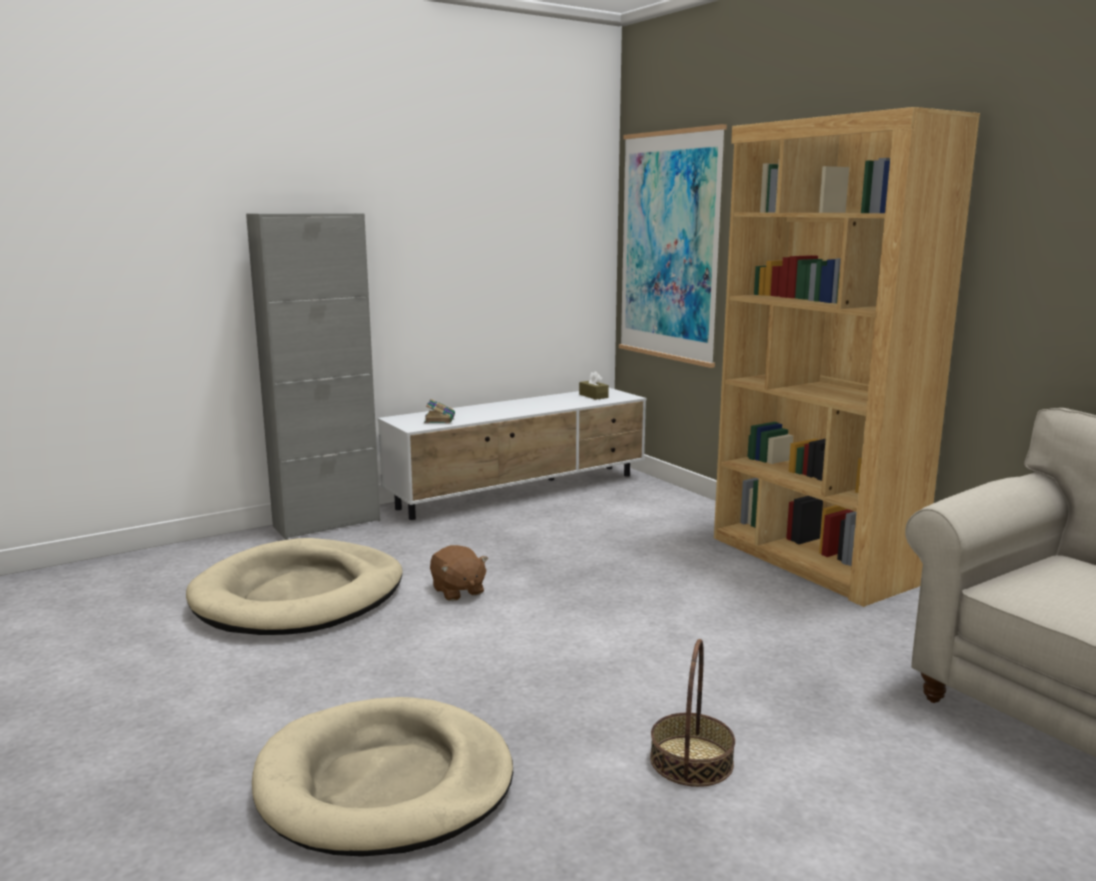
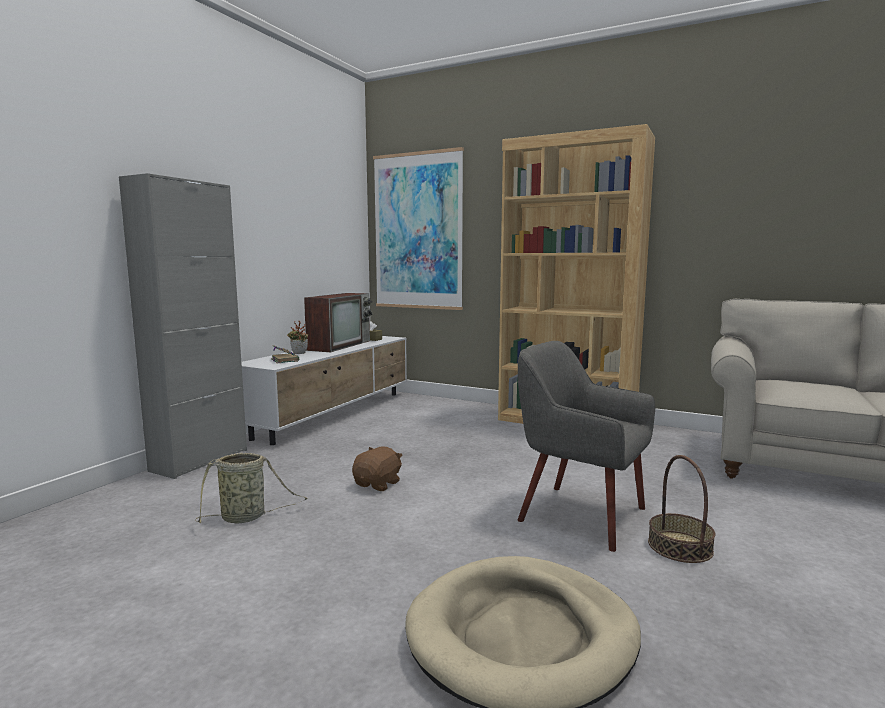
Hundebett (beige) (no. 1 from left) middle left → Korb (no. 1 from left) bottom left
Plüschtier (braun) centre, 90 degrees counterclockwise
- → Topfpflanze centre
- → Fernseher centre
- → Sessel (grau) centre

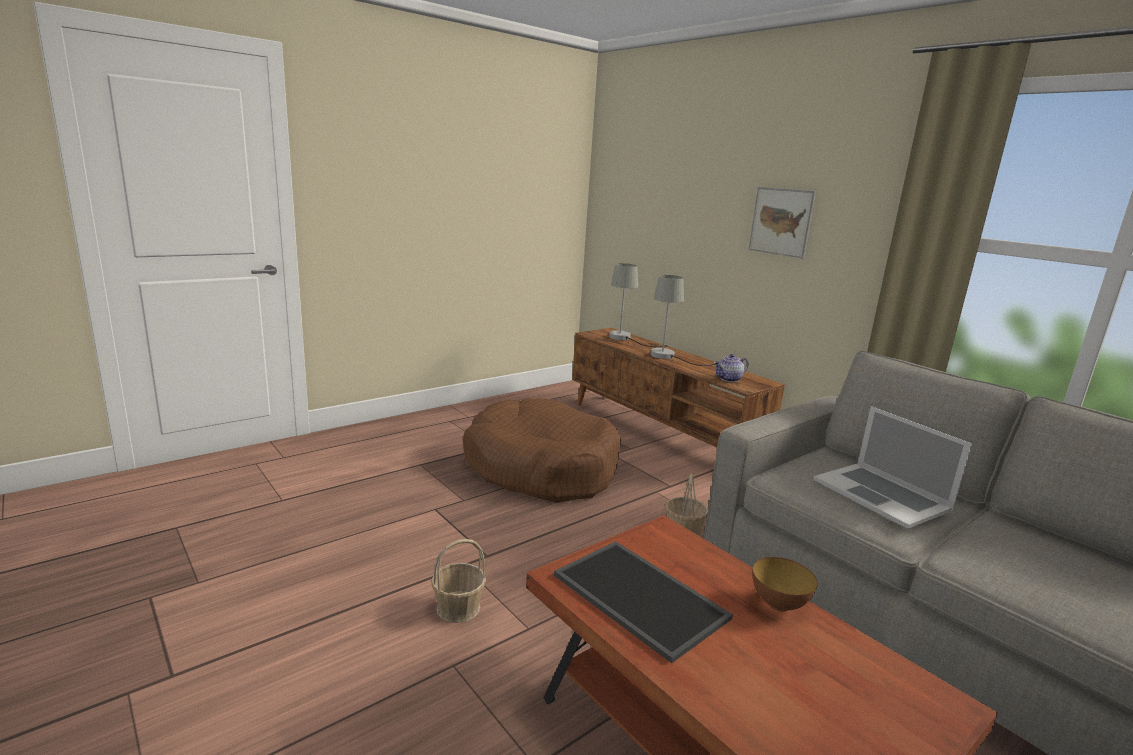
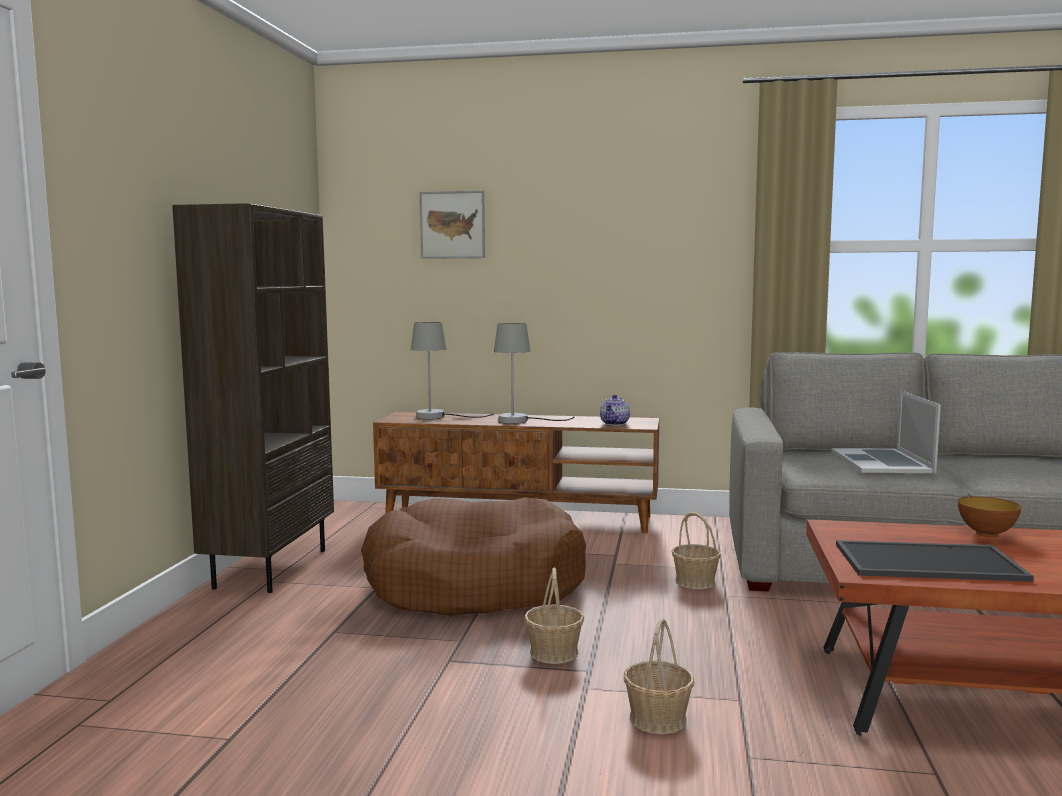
Bild top right → Bild top centre, relocated
Laptop middle right, 75 degrees clockwise
- → Bücherregal (braun) middle left
- → Korb (no. 1 from left) bottom centre

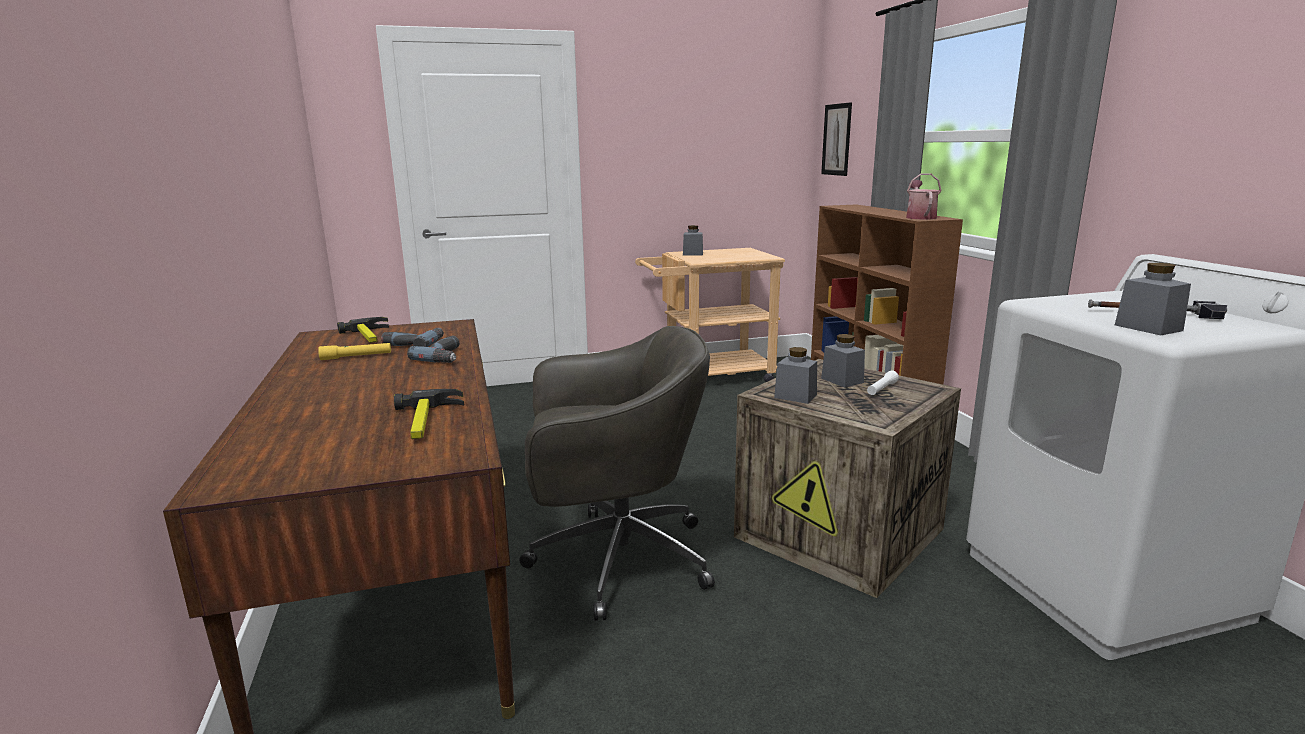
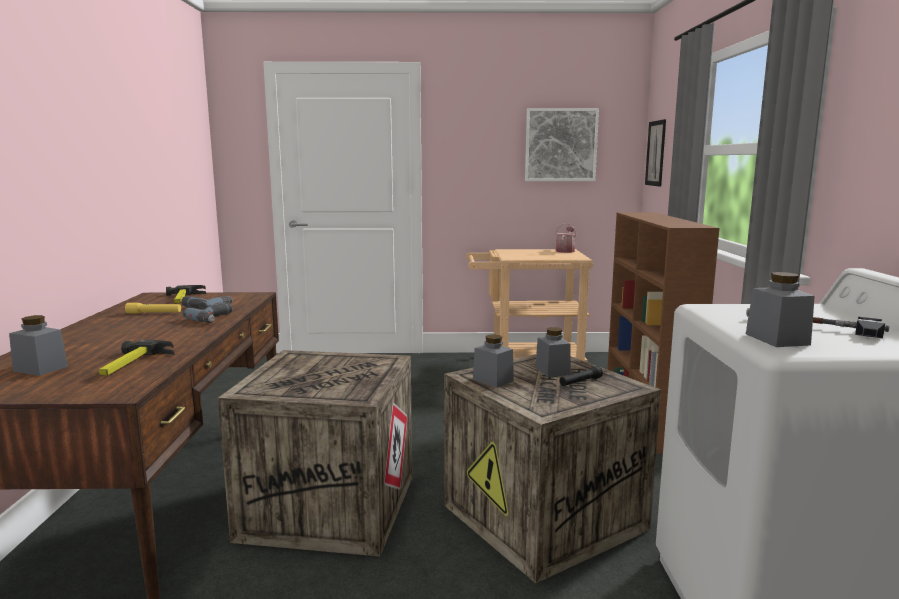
Bürostuhl (grau) centre → Kiste (no. 1 from left) bottom centre
Vorratsglas (grau) (no. 1 from left) top centre → Vorratsglas (grau) (no. 1 from left) middle left, relocated
Taschenlampe (weiß) middle right → Taschenlampe (schwarz) centre
Gießkanne top right → Gießkanne centre, relocated
- → Bild (no. 1 from left) top centre

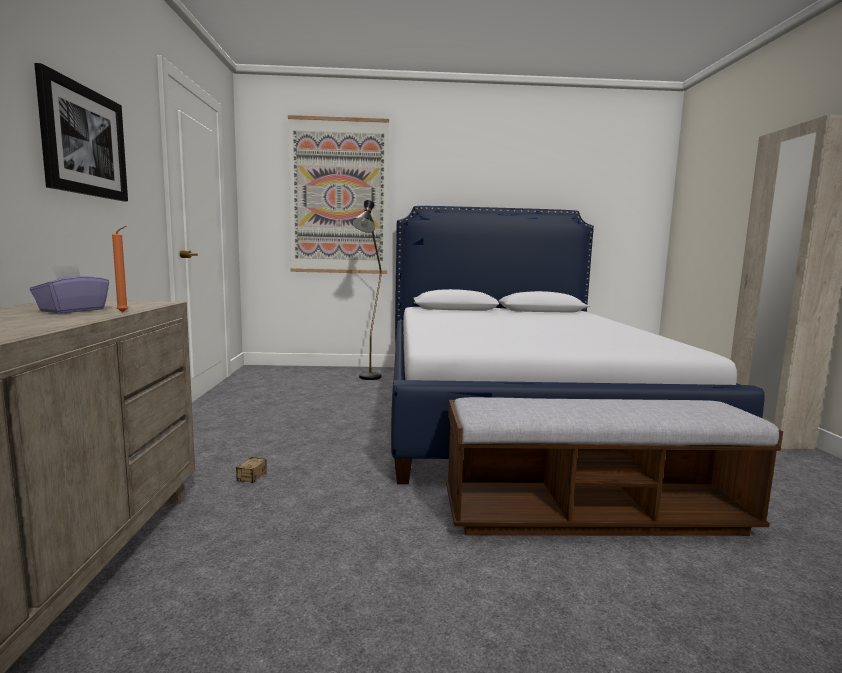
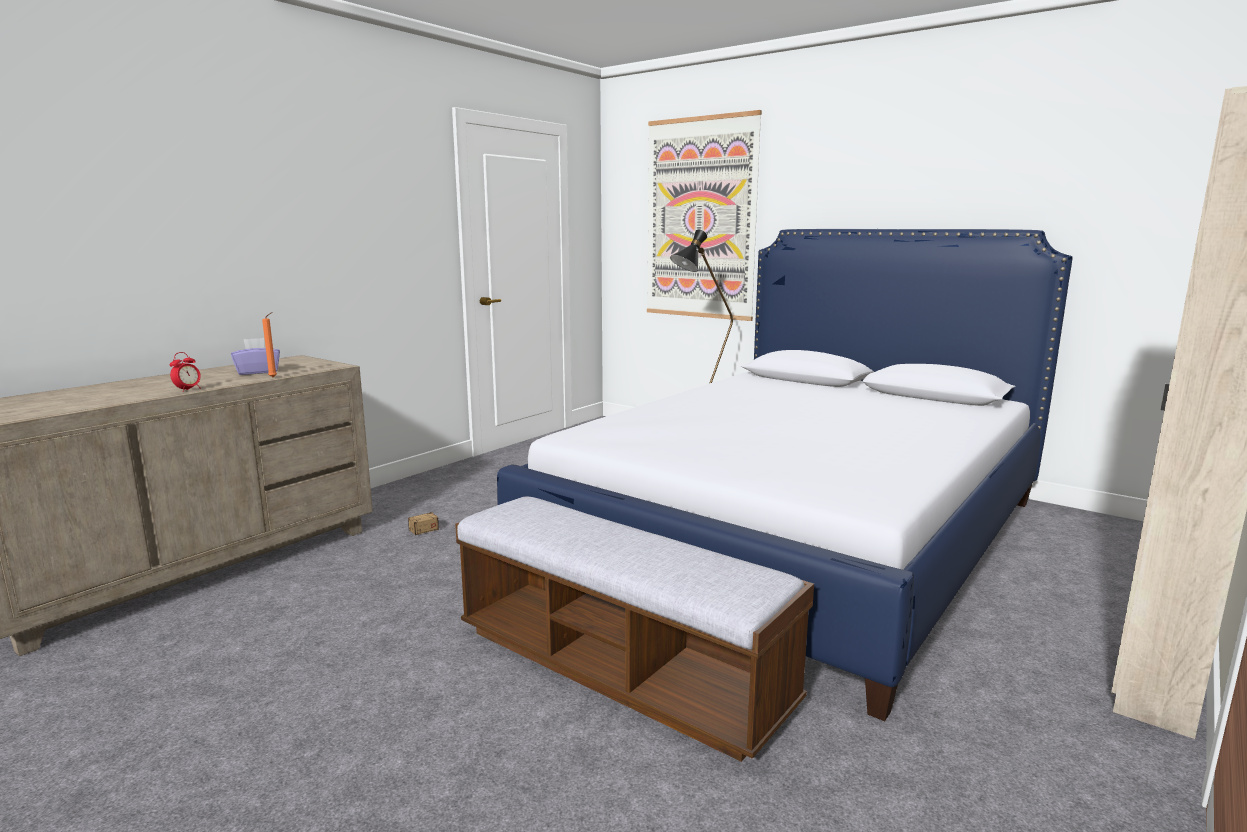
Bild (no. 1 from left) top left → -
- → Wecker middle left

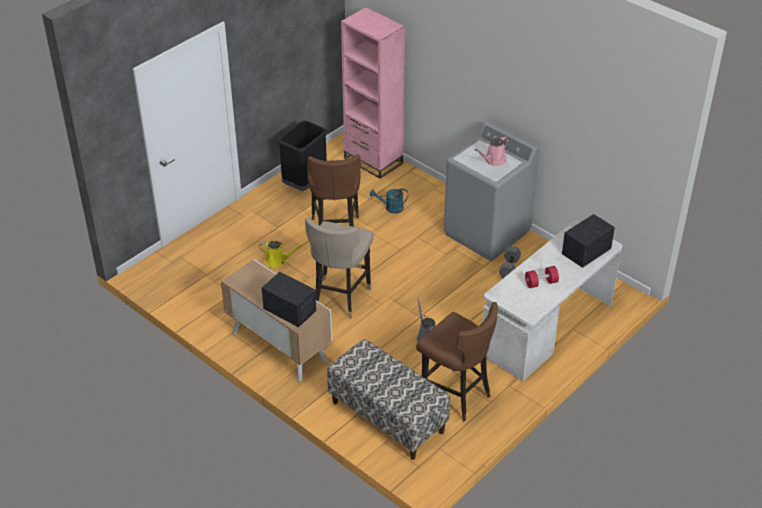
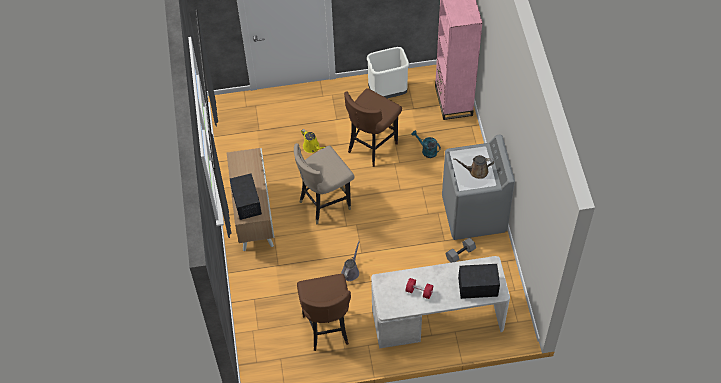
Mülleimer (schwarz) top centre → Mülleimer (weiß) top centre
Bank bottom centre → -
Gießkanne (rosa) top centre → Gießkanne (braun) centre

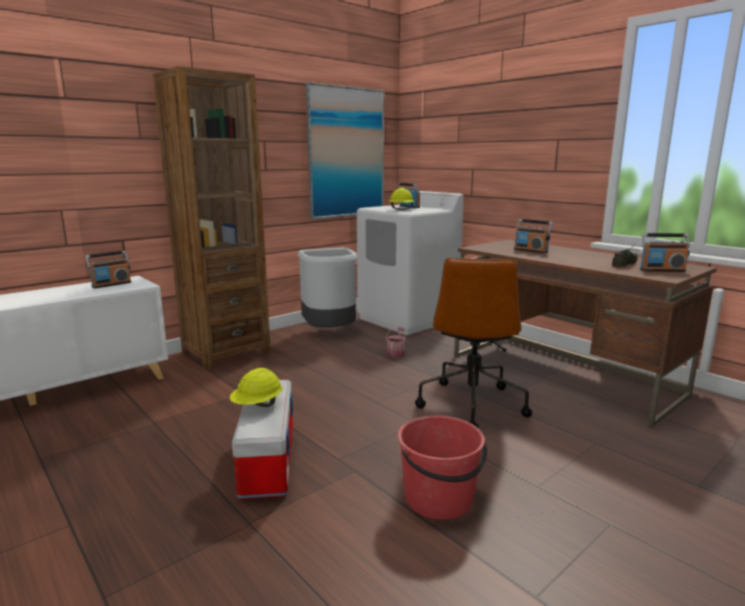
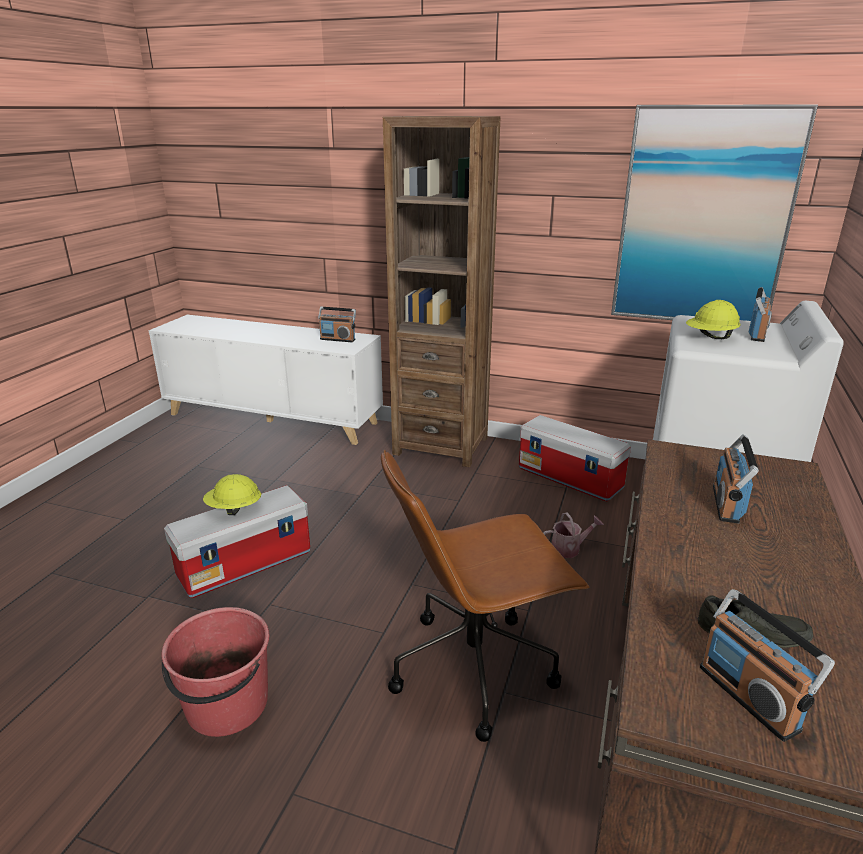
Mülleimer (grau) centre → Aufbewahrungsbox (no. 2 from left) centre

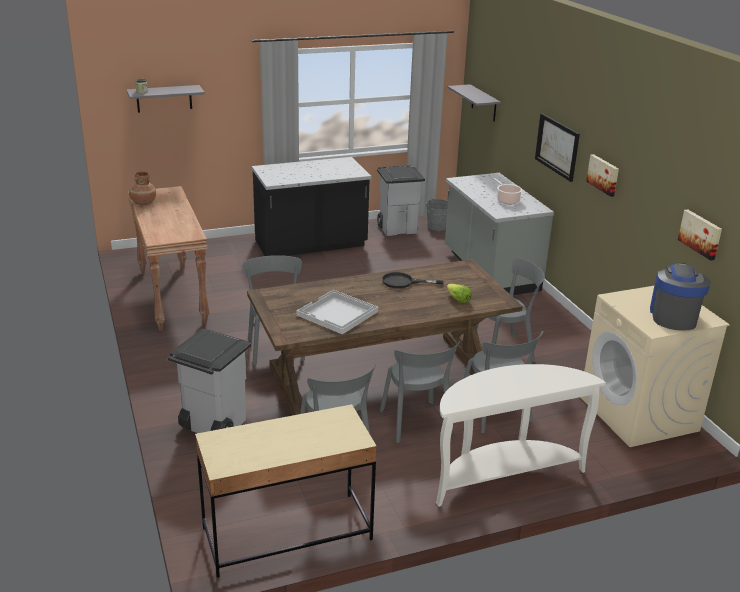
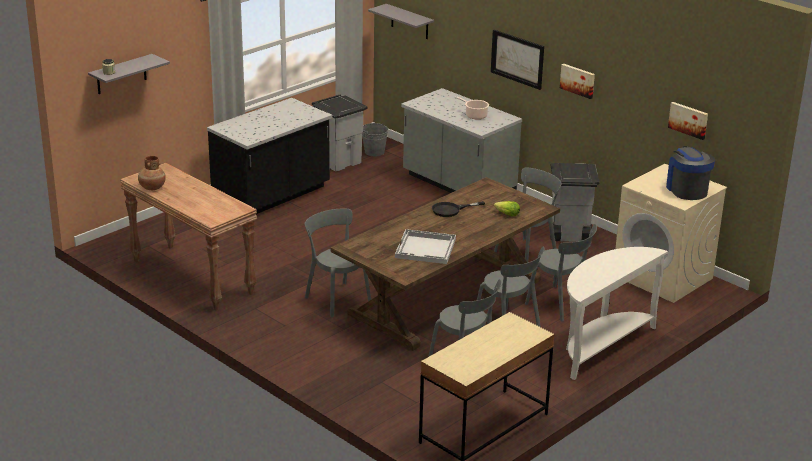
Mülleimer (grau) (no. 1 from left in the first image) middle left → Mülleimer (grau) (no. 2 from left) middle right, relocated

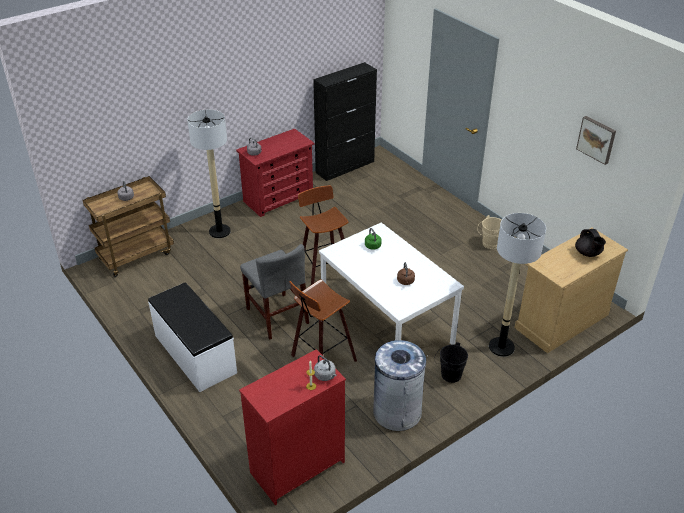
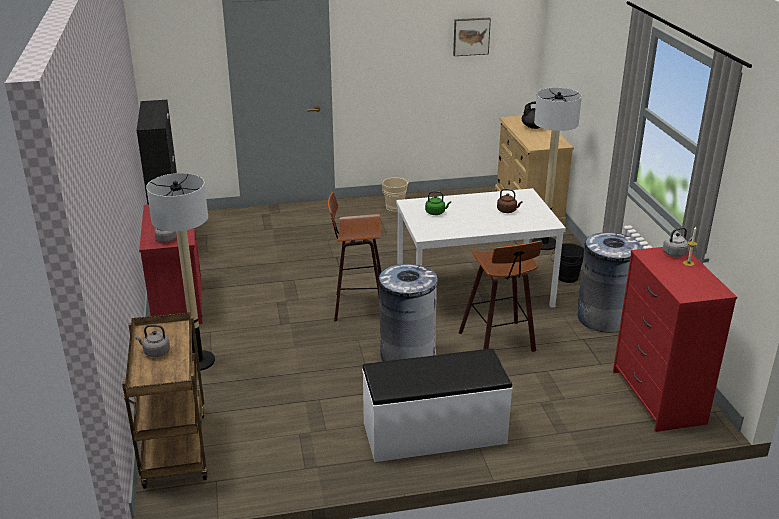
Stuhl (grau) centre → Mülleimer (grau) (no. 1 from left) centre

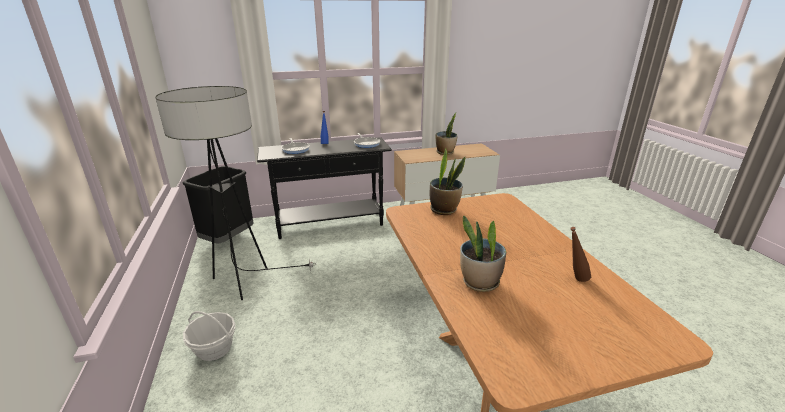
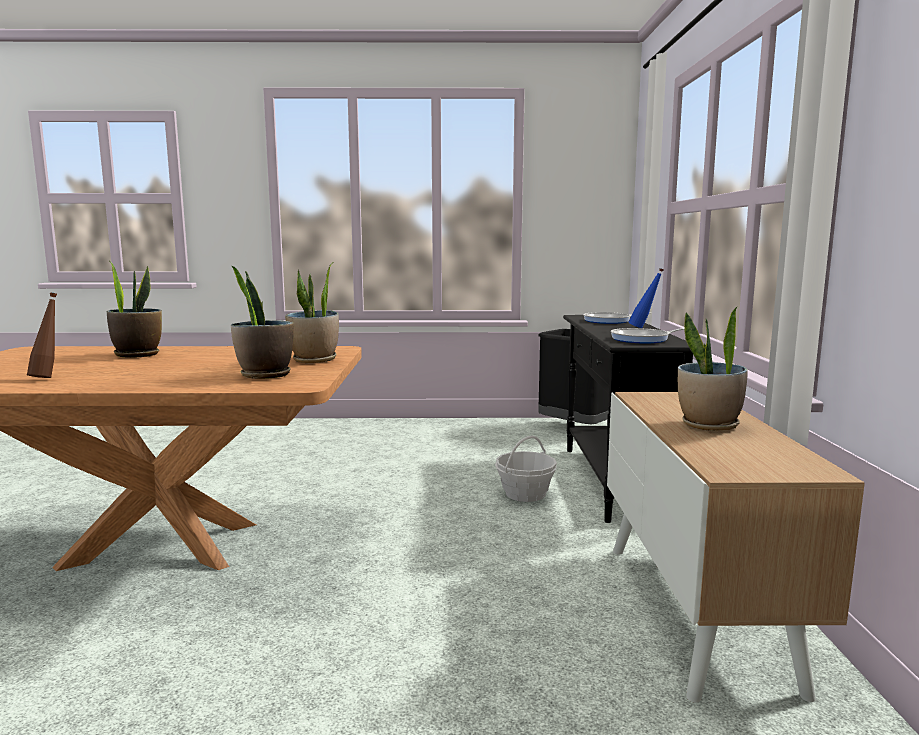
Stehlampe middle left → -
Korb bottom left → Korb centre, relocated
- → Topfpflanze (no. 2 from left) middle left

